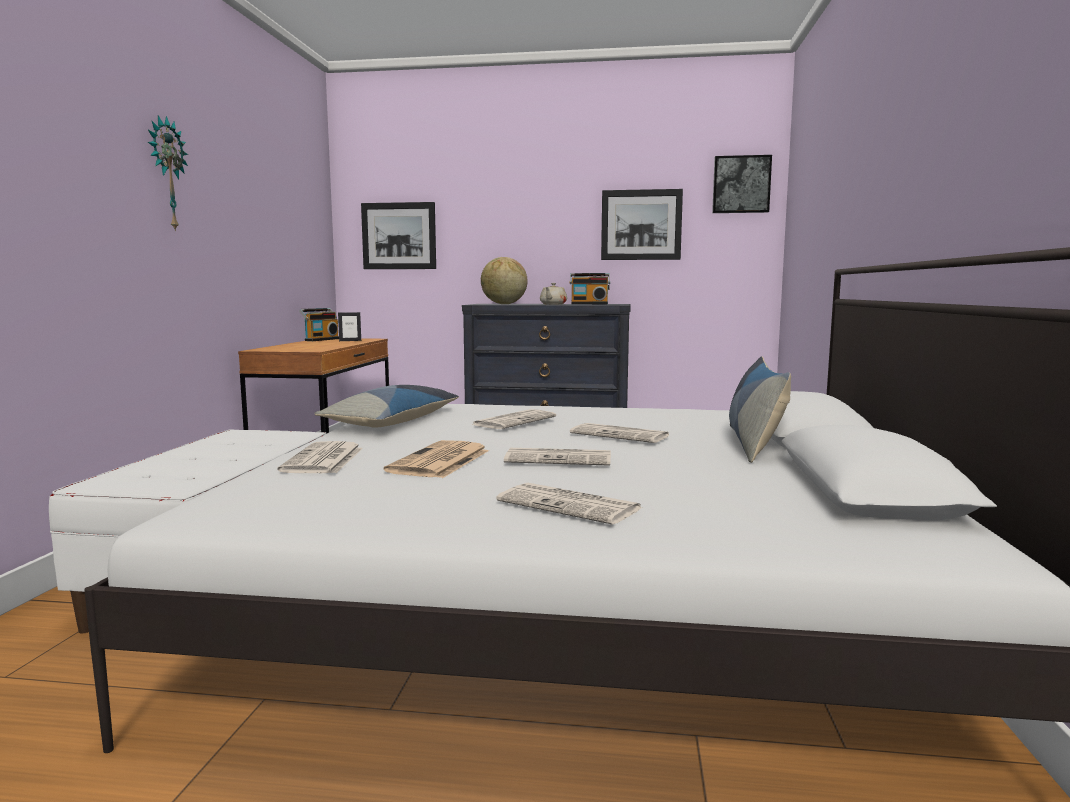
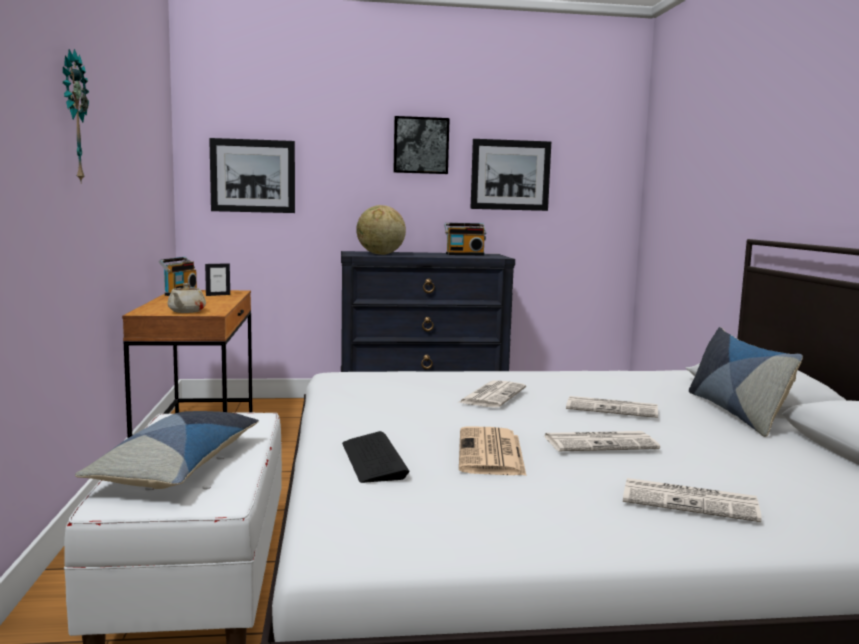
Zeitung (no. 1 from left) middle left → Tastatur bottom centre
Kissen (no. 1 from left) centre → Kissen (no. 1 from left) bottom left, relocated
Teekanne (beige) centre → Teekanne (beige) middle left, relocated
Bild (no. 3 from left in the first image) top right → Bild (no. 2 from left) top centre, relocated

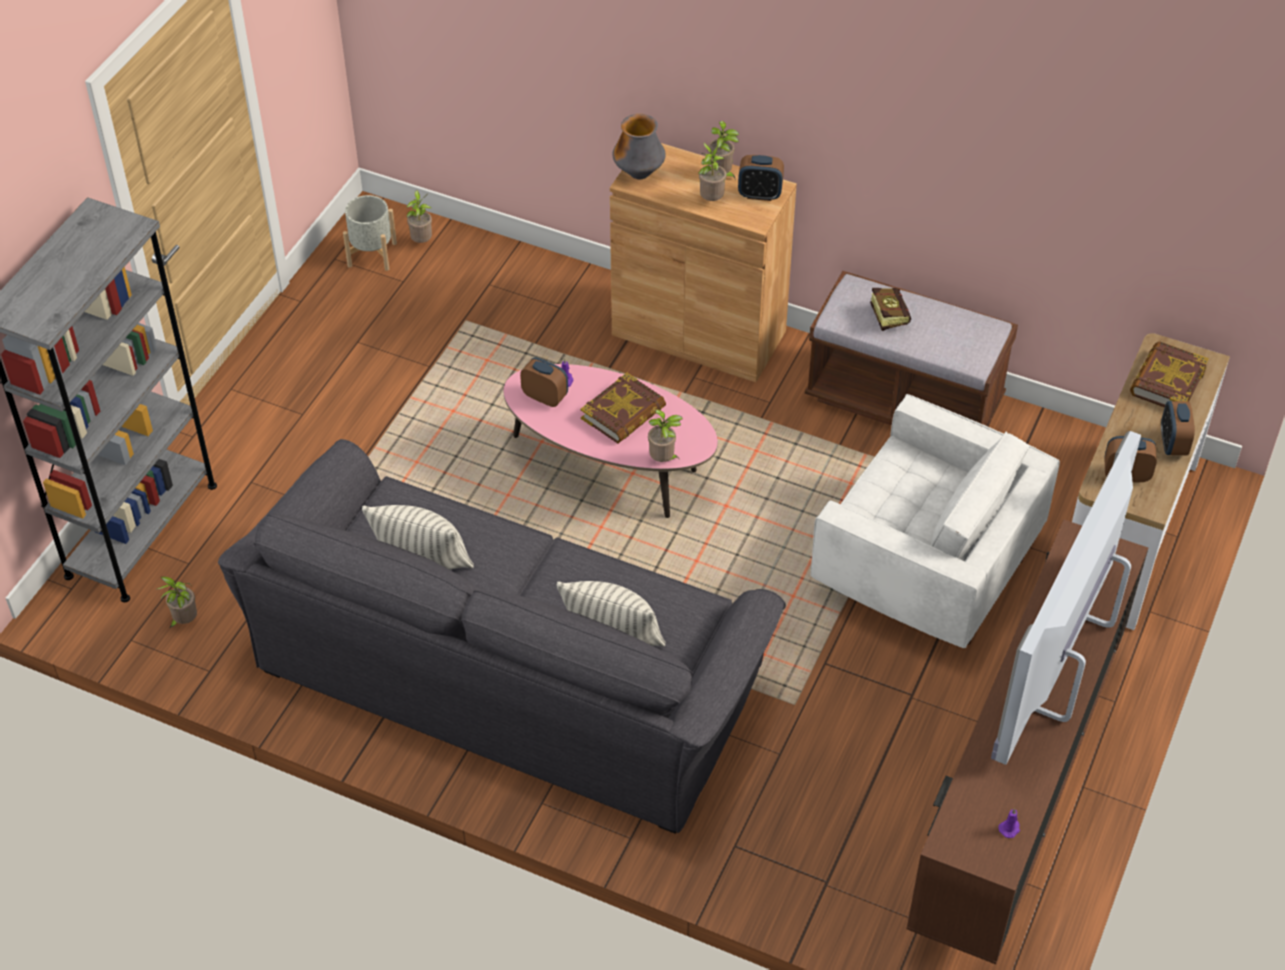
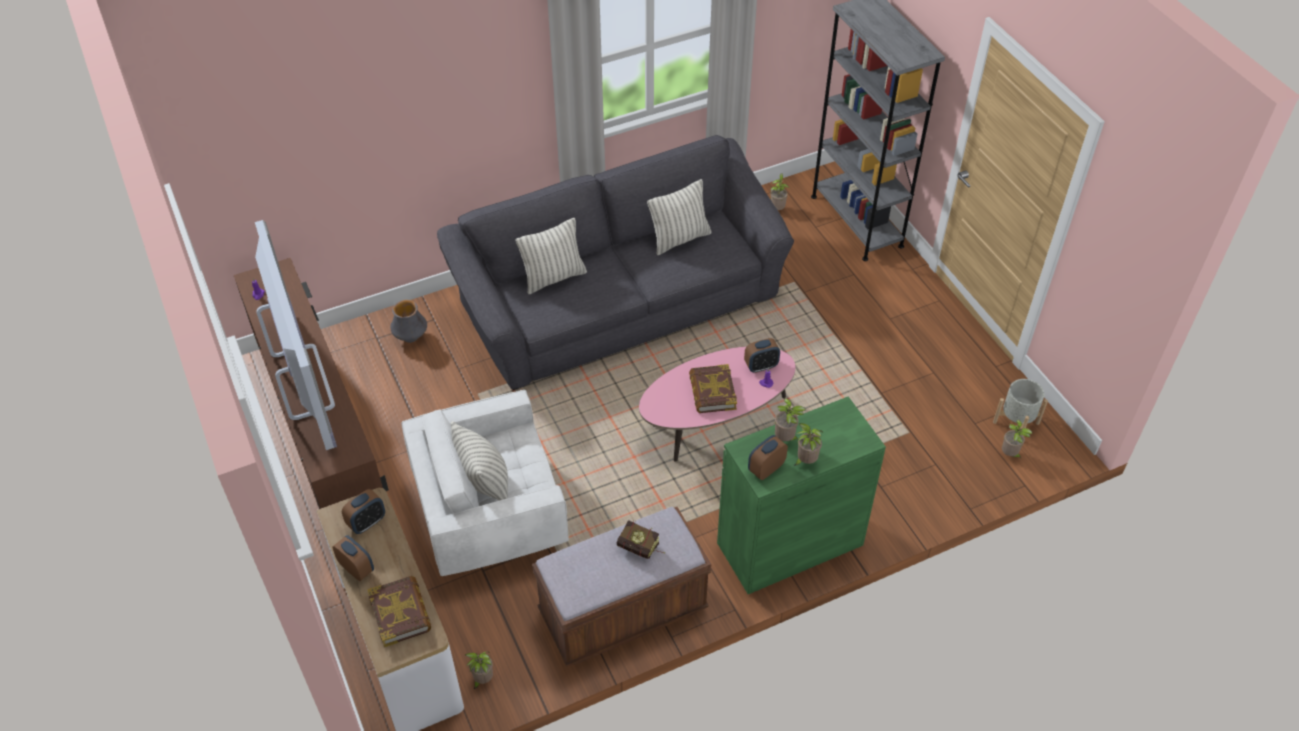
Schrank (braun) top centre → Schrank (grün) bottom centre
Vase top centre → Vase middle left, relocated
Topfpflanze (no. 3 from left in the first image) centre → Topfpflanze (no. 1 from left) bottom centre, relocated
- → Kissen (no. 1 from left) centre

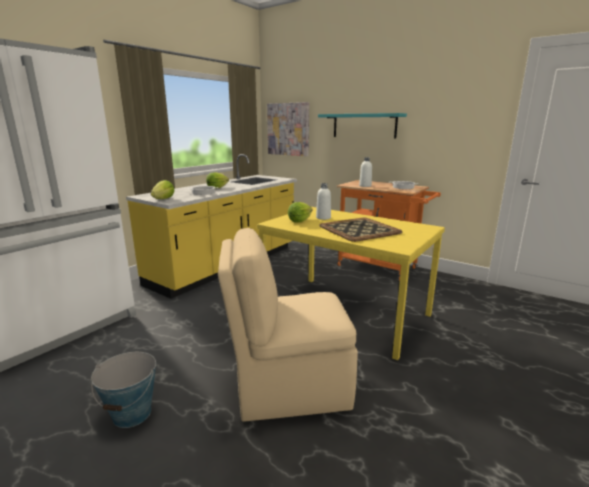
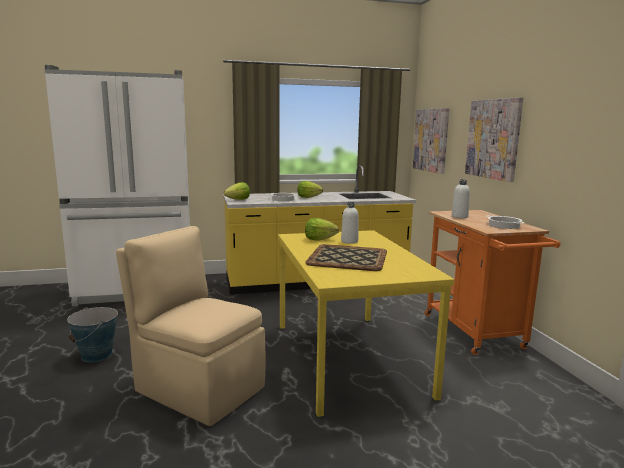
Wandregal (türkis) top centre → Bild (no. 2 from left) top right

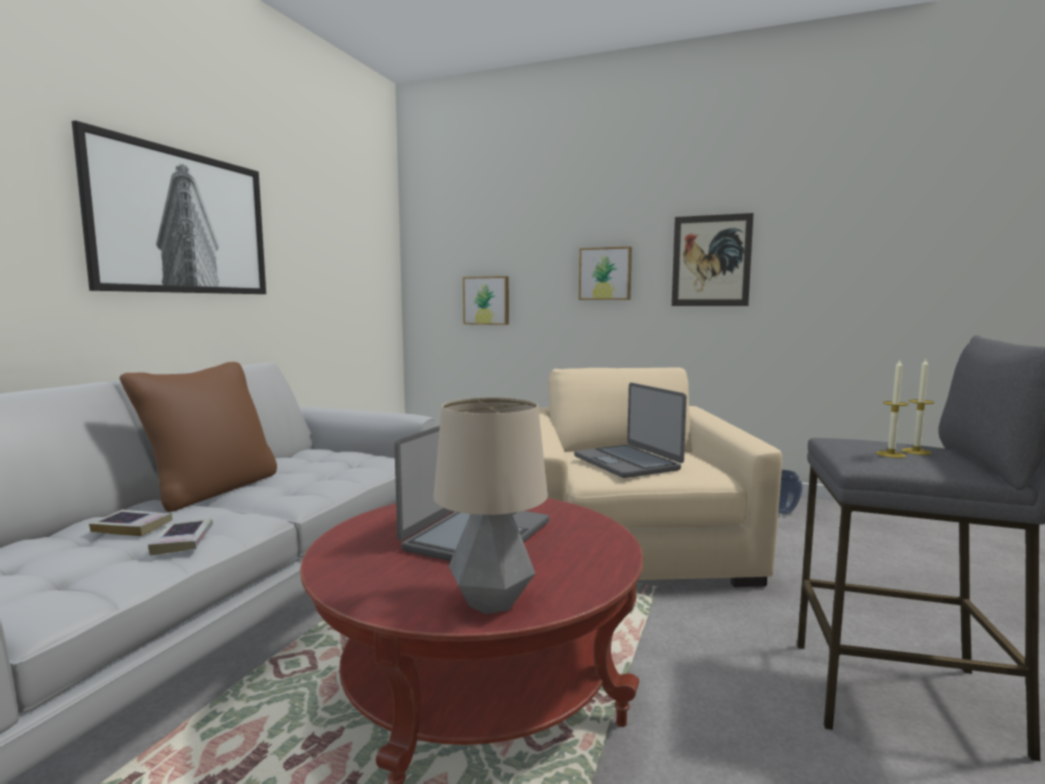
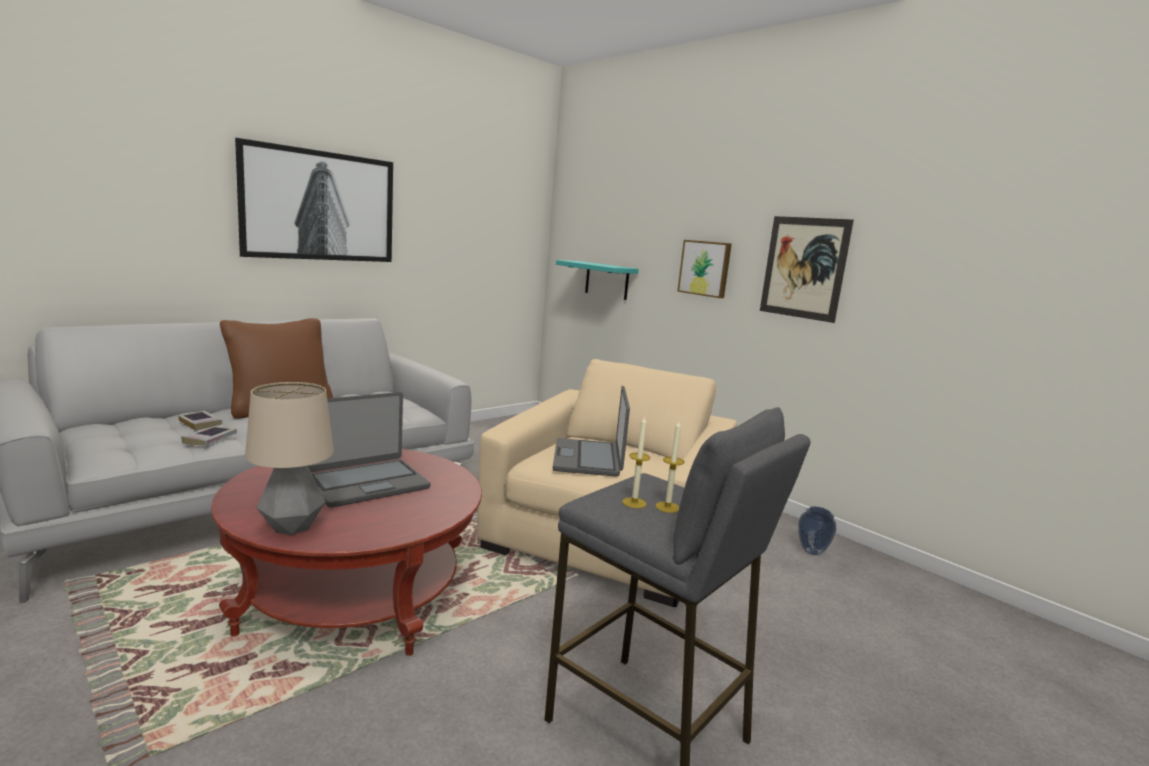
Bild (no. 2 from left) centre → Wandregal (türkis) centre

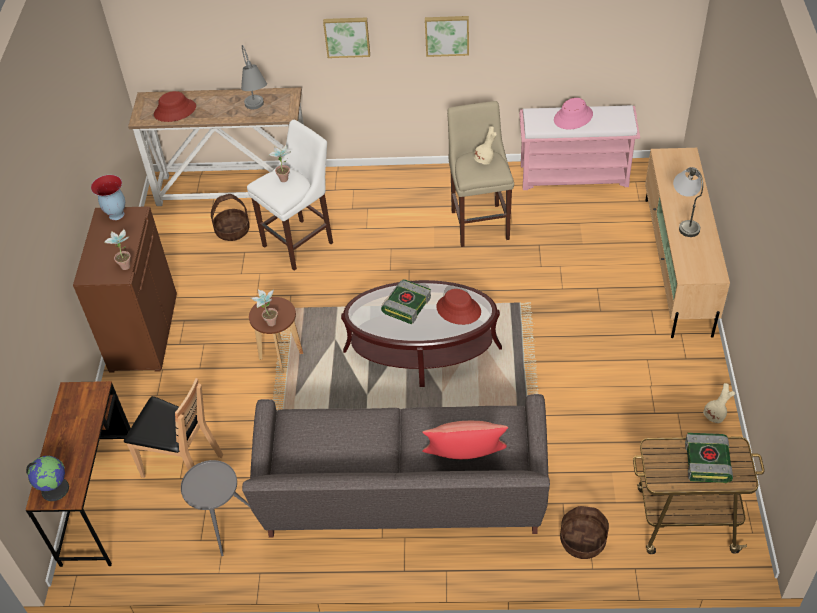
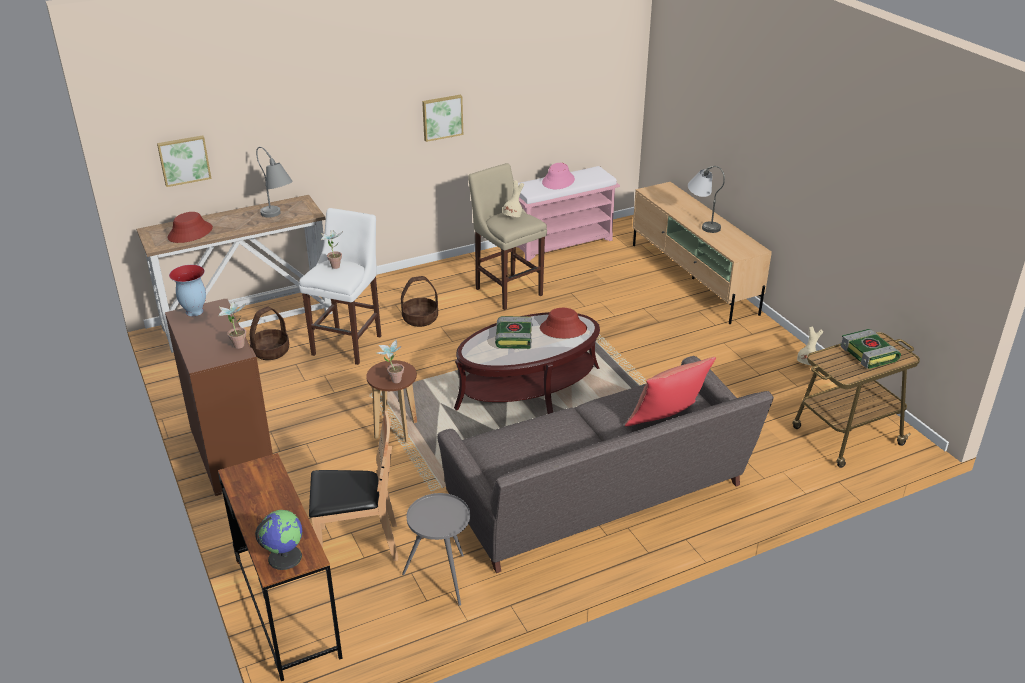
Bild (no. 1 from left) top centre → Bild (no. 1 from left) top left, relocated
Korb (no. 2 from left) bottom right → Korb (no. 2 from left) centre, relocated

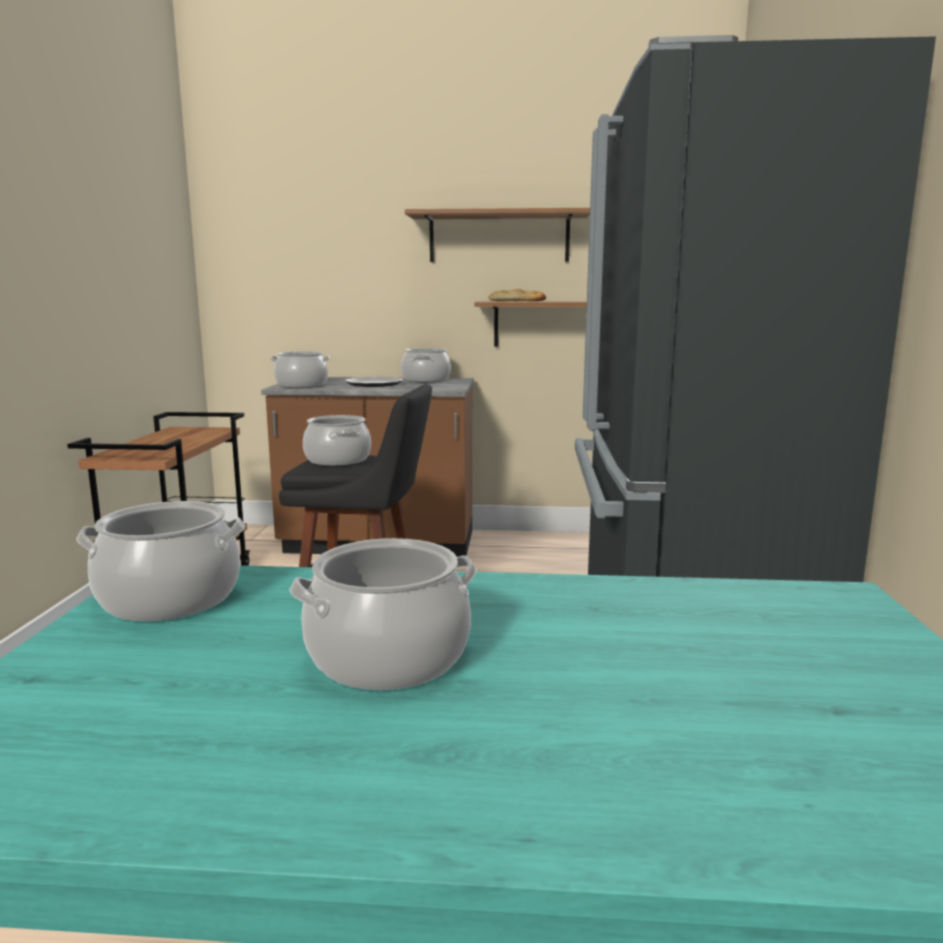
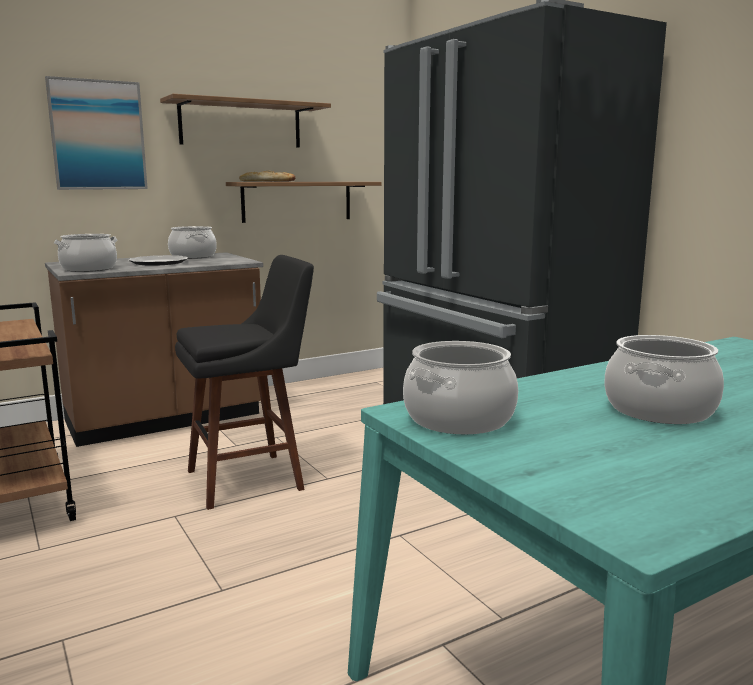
Kochtopf (no. 3 from left) centre → -
- → Bild top left

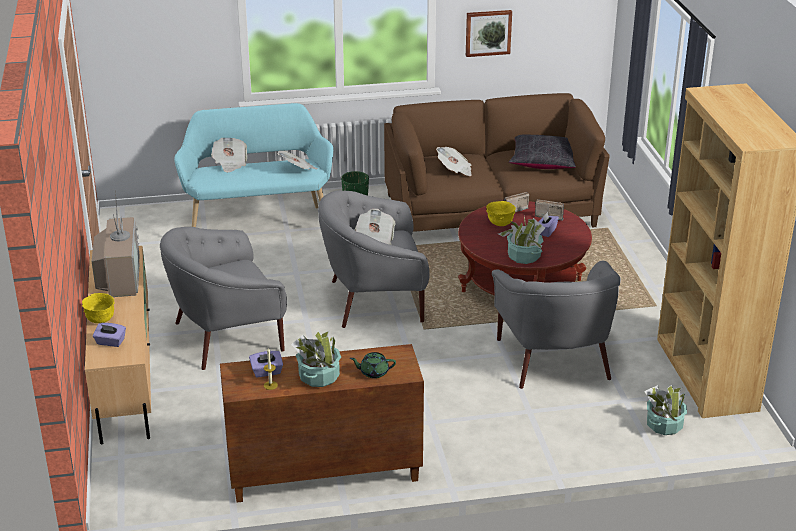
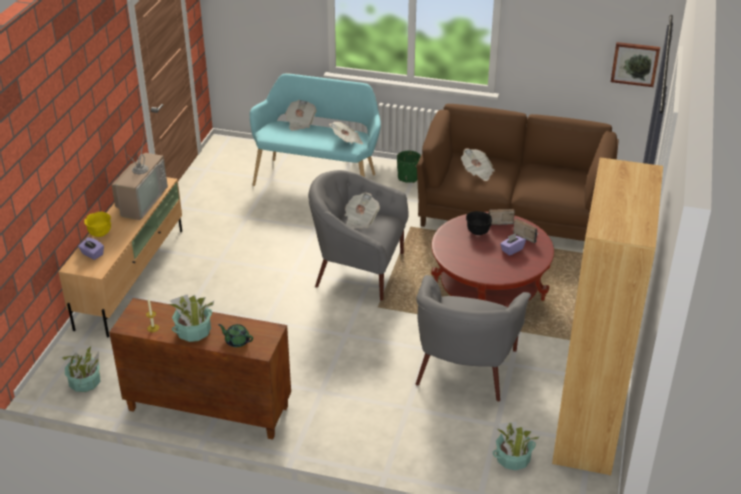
Sessel (grau) (no. 1 from left) middle left → -
Taschentuchbox (lila) (no. 2 from left) bottom centre → -
Bild top centre → Bild top right, relocated
Schüssel (gelb) (no. 2 from left) centre → Schüssel (schwarz) centre
Topfpflanze (no. 2 from left in the first image) centre → Topfpflanze (no. 1 from left) bottom left, relocated
Kissen (schwarz) top right → -

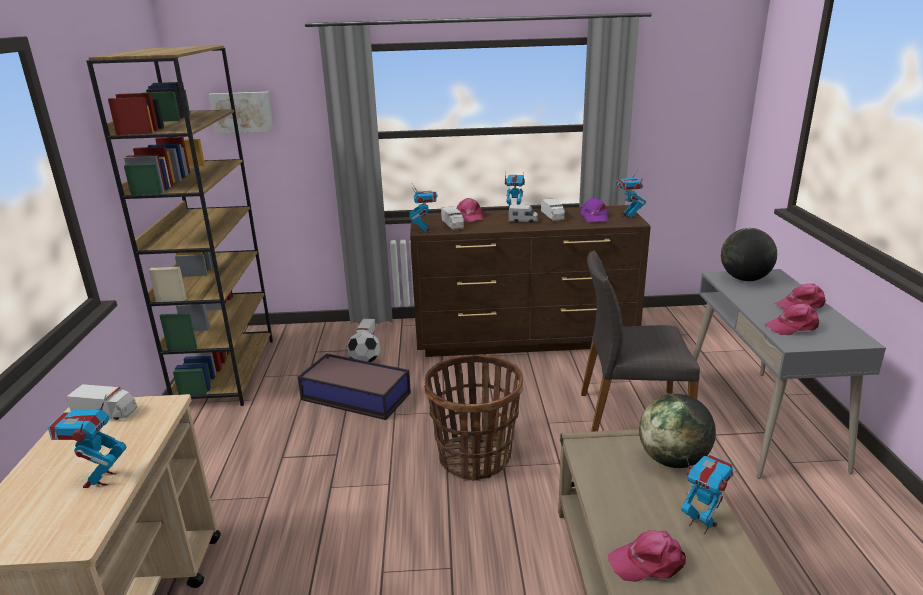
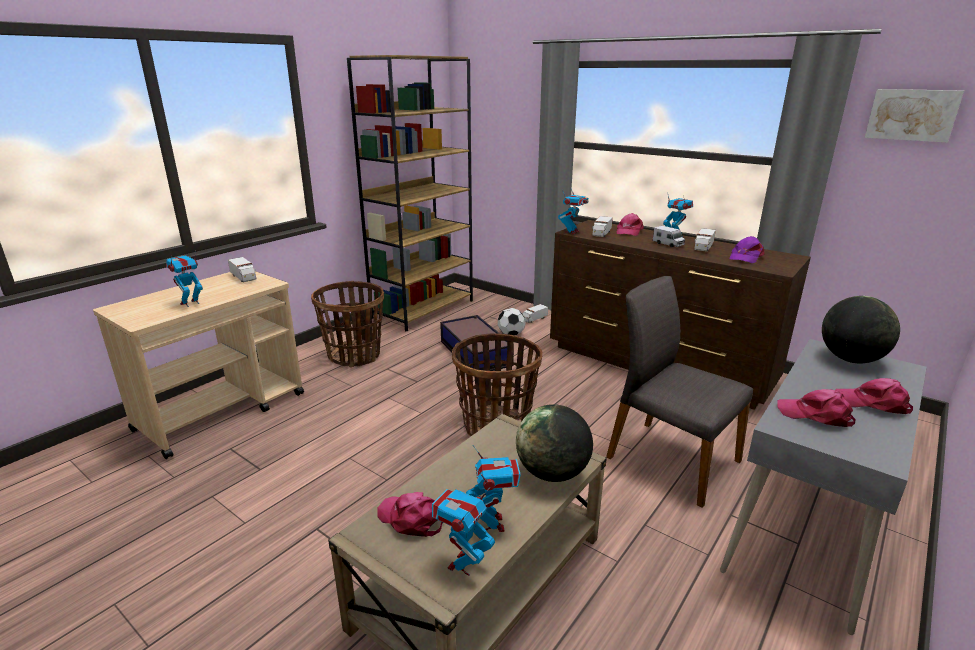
Bild top left → Bild top right, relocated
Spielzeugroboter (no. 4 from left in the first image) top right → Spielzeugroboter (no. 2 from left) bottom centre, relocated
- → Korb (no. 1 from left) centre

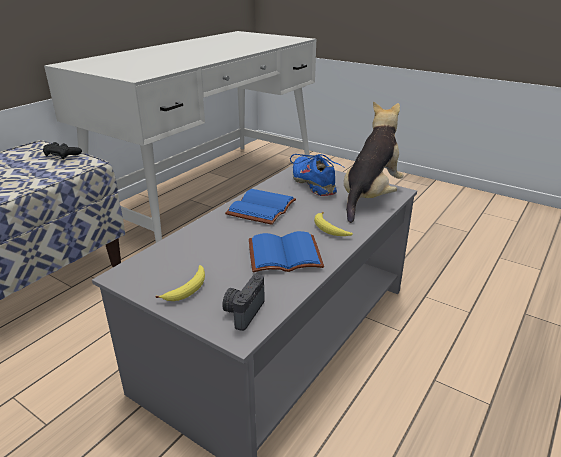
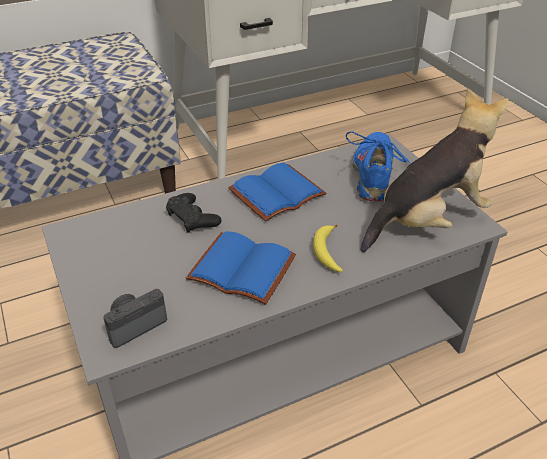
Gamepad (schwarz) top left → Gamepad (schwarz) centre, relocated
Banane (no. 1 from left) middle left → -

